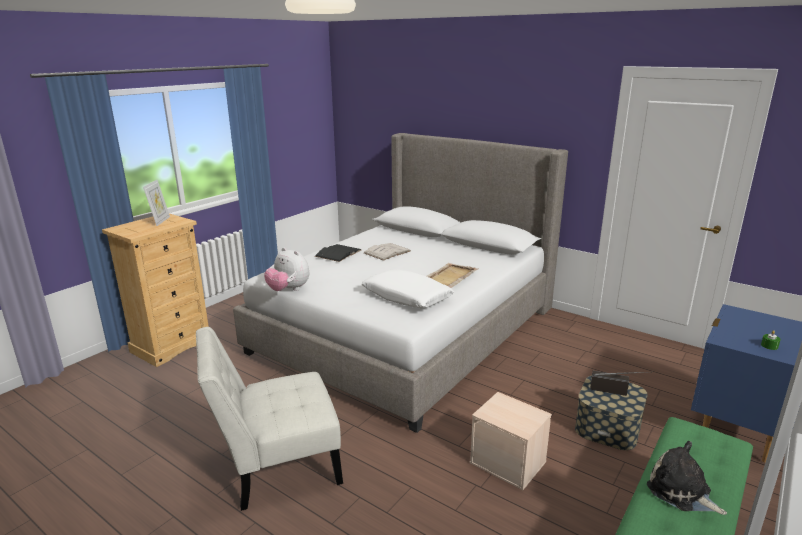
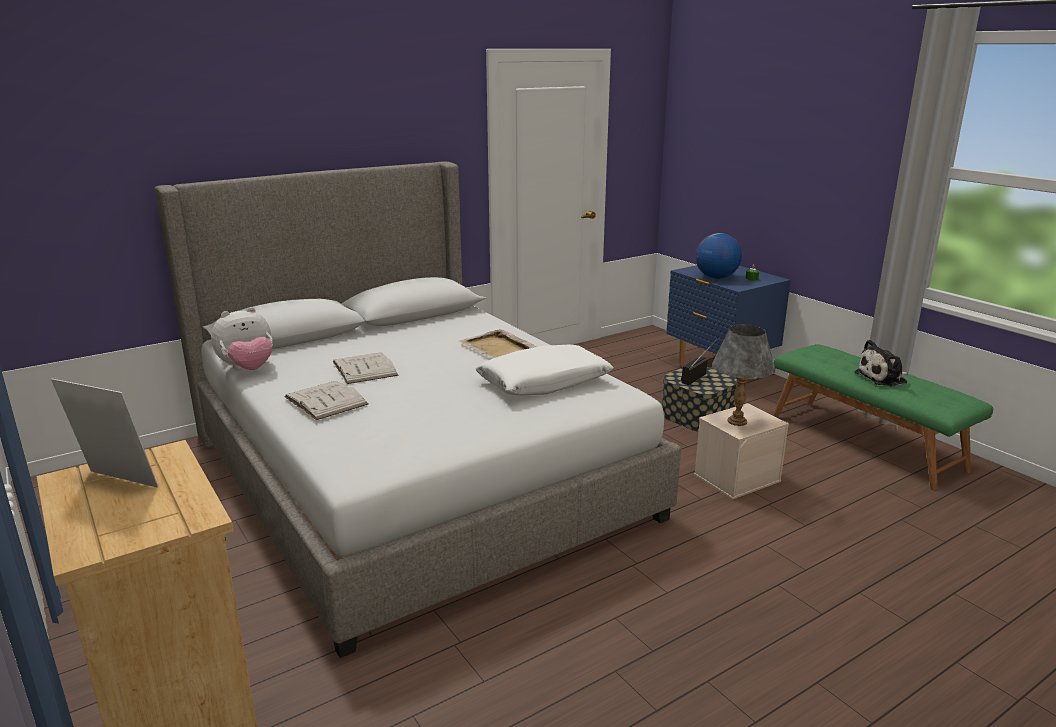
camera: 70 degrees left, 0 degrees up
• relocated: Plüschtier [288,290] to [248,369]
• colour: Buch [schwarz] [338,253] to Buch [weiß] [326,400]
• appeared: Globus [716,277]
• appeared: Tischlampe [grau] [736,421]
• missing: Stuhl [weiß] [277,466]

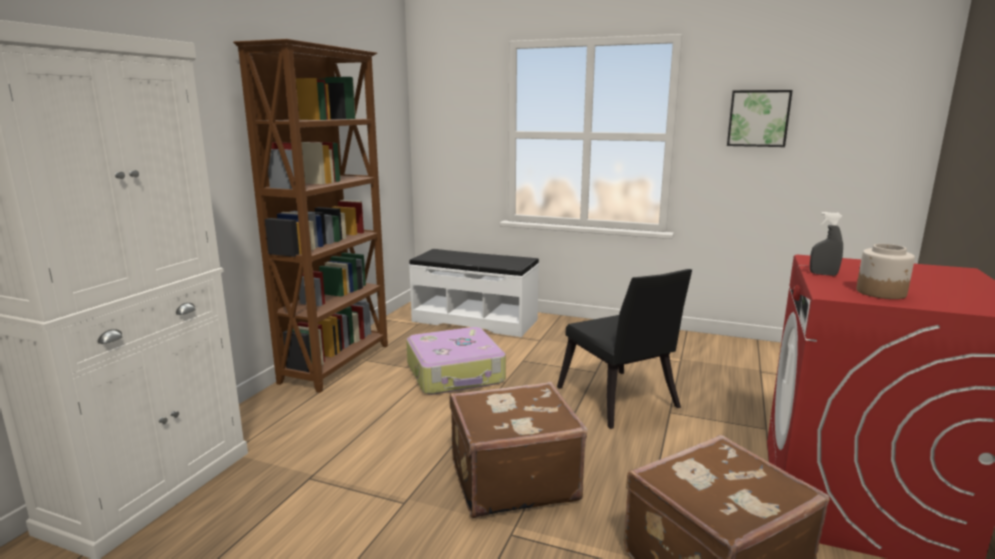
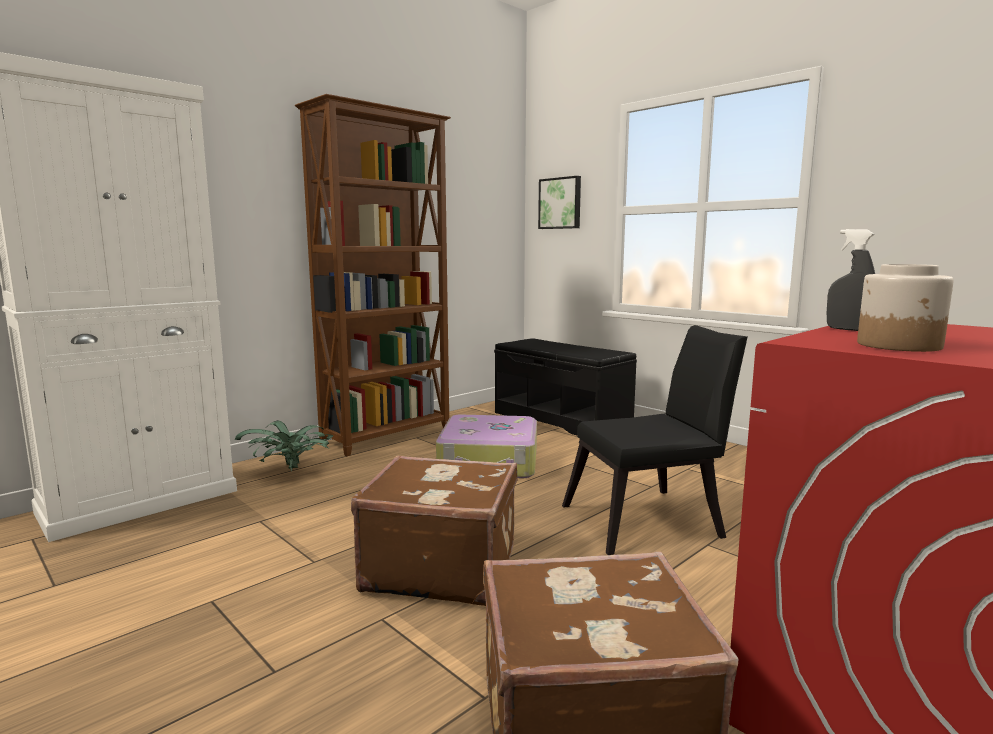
camera: 25 degrees right, 5 degrees down
• appeared: Topfpflanze [292,471]
• colour: Bank [weiß] [475,320] to Bank [schwarz] [561,420]
• relocated: Bild [758,118] to [560,203]
• spun: Stuhl [schwarz] [619,402] = [650,521] 105 degrees counterclockwise

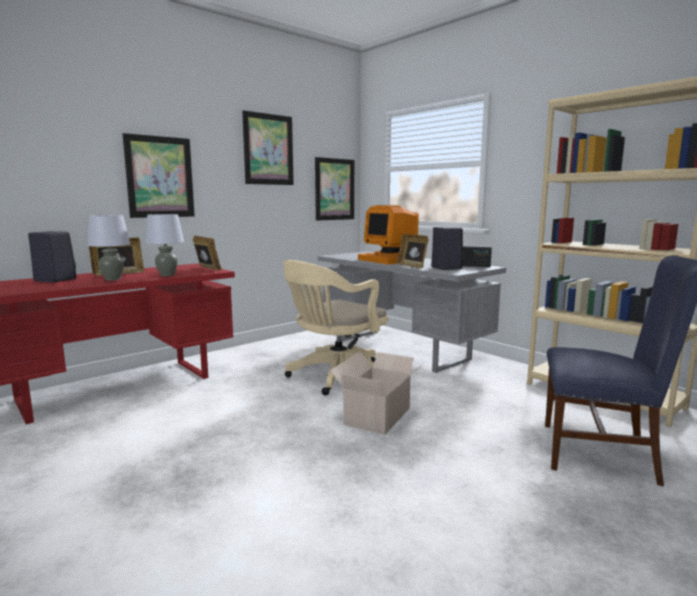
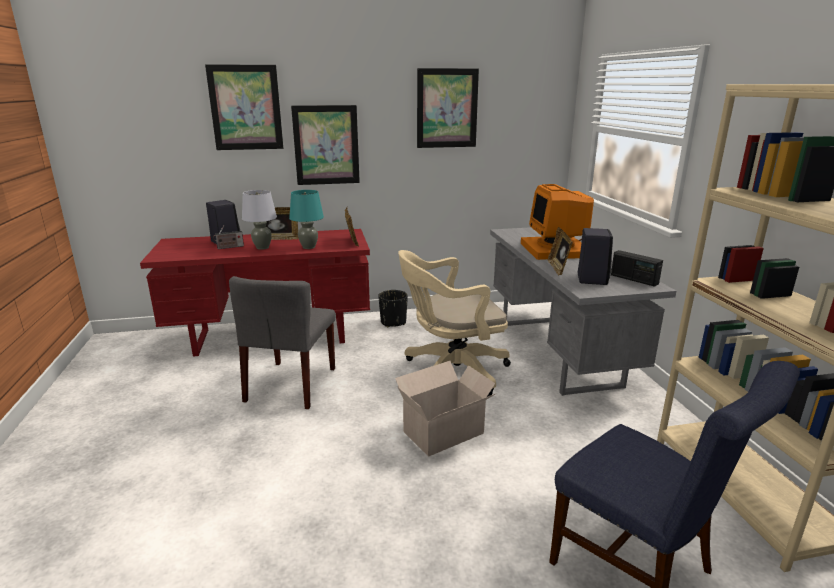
camera: 30 degrees right, 10 degrees up
• relocated: Bild [334,189] to [245,108]
• appeared: Radio [229,247]
• appeared: Stuhl [grau] [291,385]
• colour: Tischlampe [grau] [167,275] to Tischlampe [türkis] [309,247]
• appeared: Pflanzkübel [schwarz] [393,322]

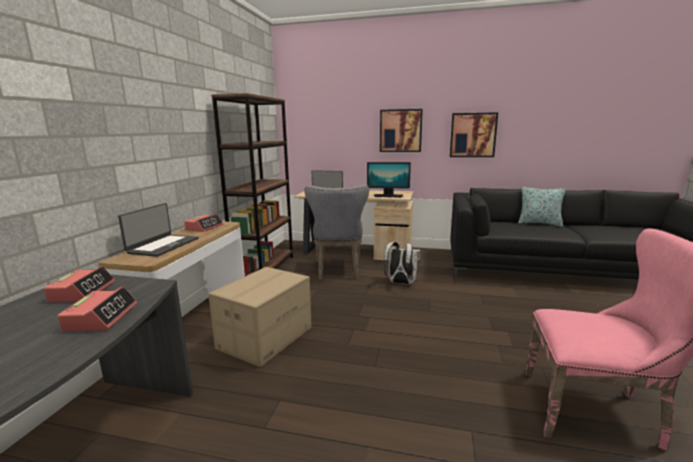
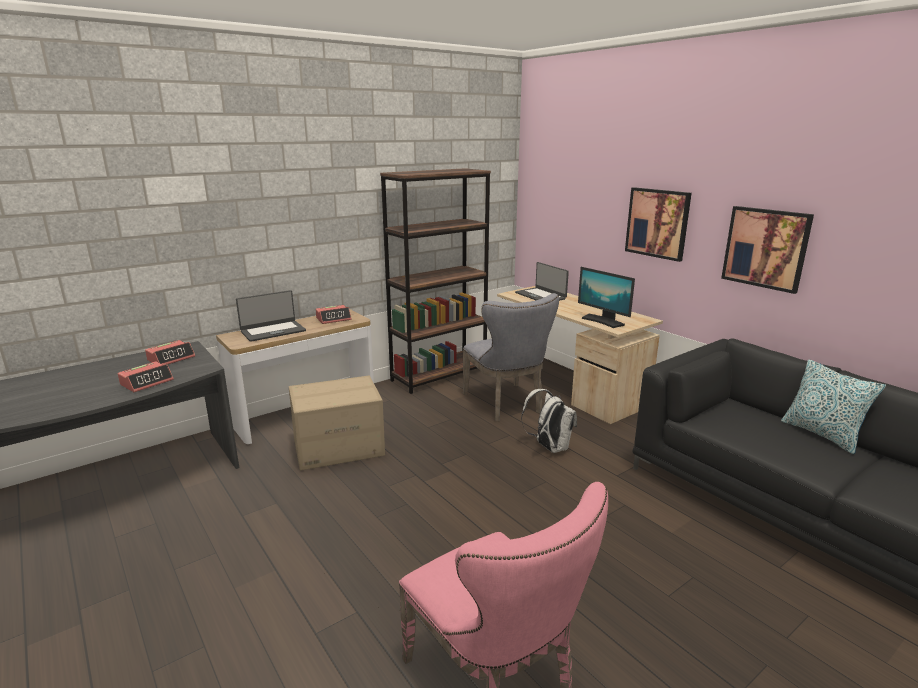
camera: 40 degrees right, 5 degrees up
• spun: Stuhl [grau] [338,270] = [506,404] 60 degrees counterclockwise

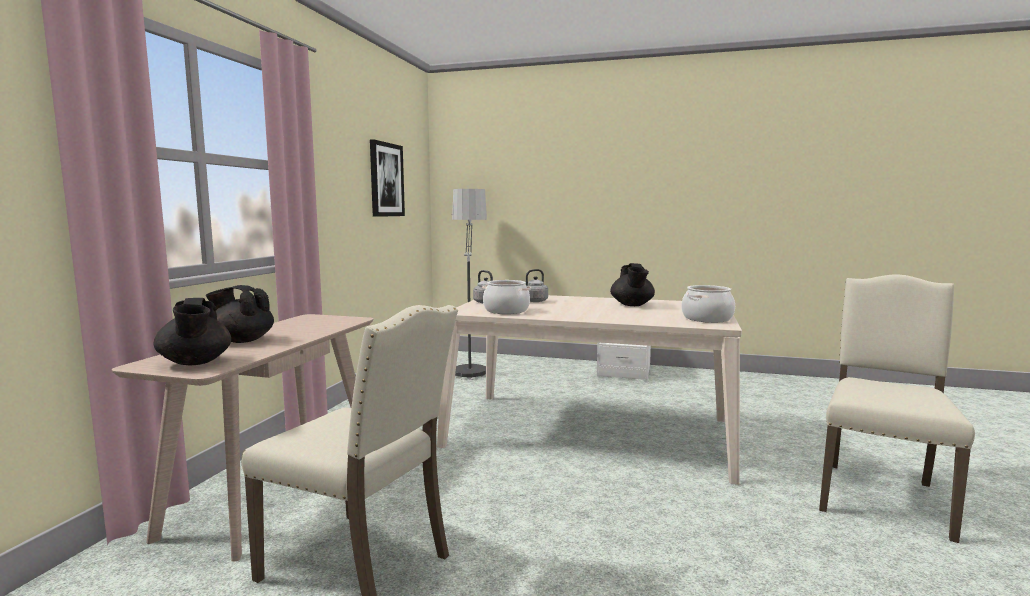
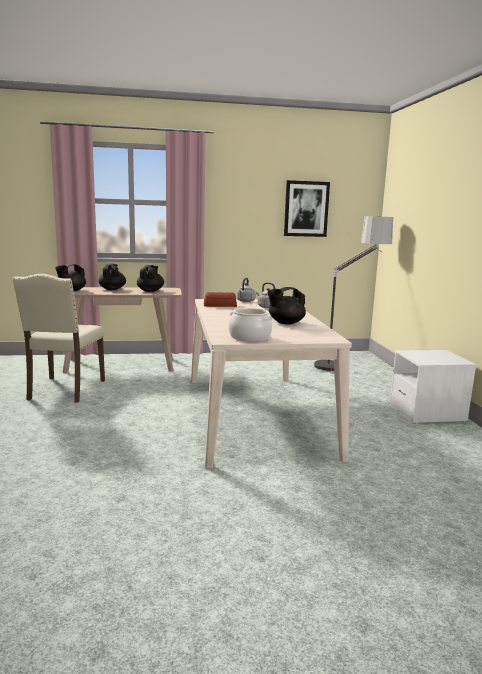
camera: 65 degrees right, 5 degrees up
• appeared: Teekanne [schwarz] [150,291]
• exchanged: Kochtopf [506,311] to Brot [219,305]
• missing: Stuhl [beige] [881,496]

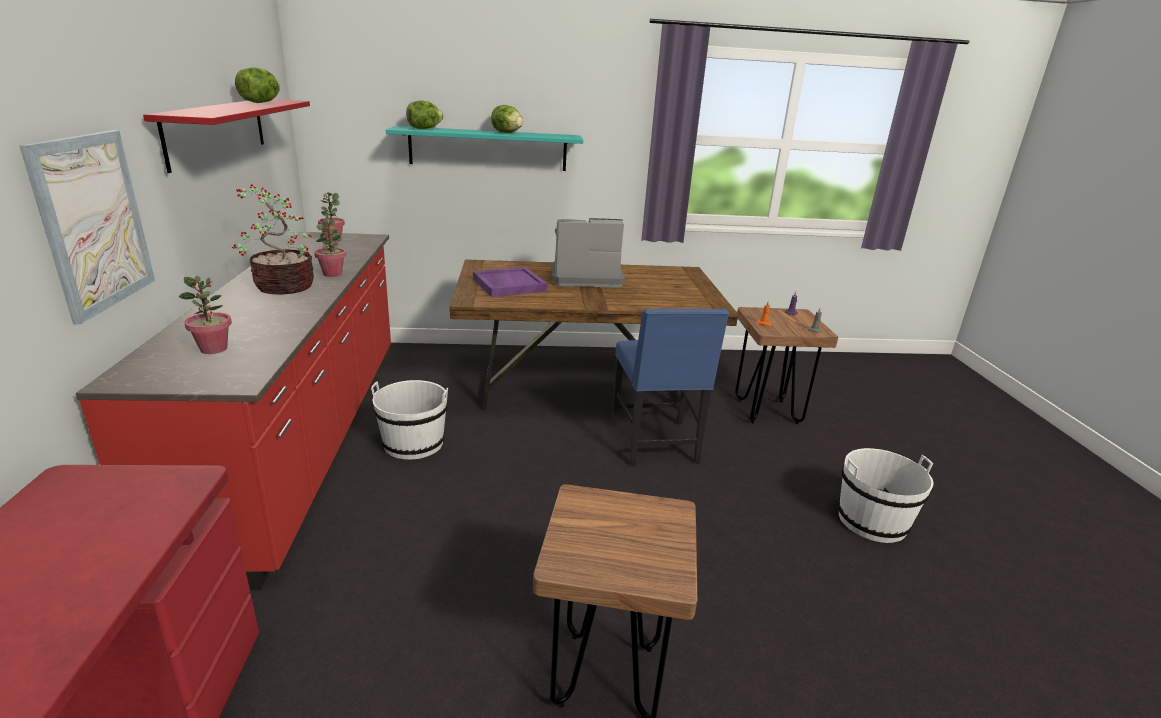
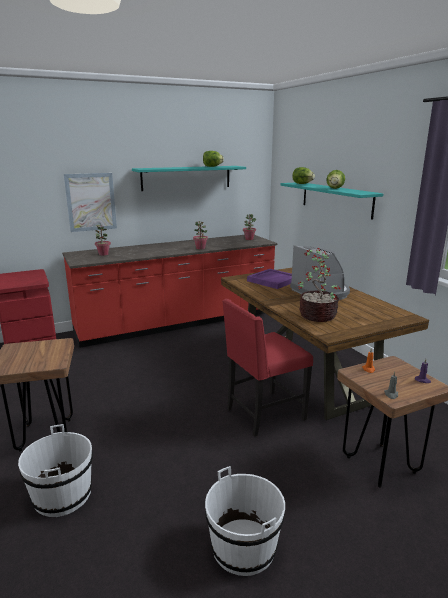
camera: 70 degrees right, 5 degrees down
• relocated: Eimer [weiß] [413,443] to [62,495]
• colour: Wandregal [rot] [217,131] to Wandregal [türkis] [186,178]
• colour: Stuhl [blau] [656,444] to Stuhl [rot] [263,414]
• relocated: Topfpflanze [282,286] to [316,315]

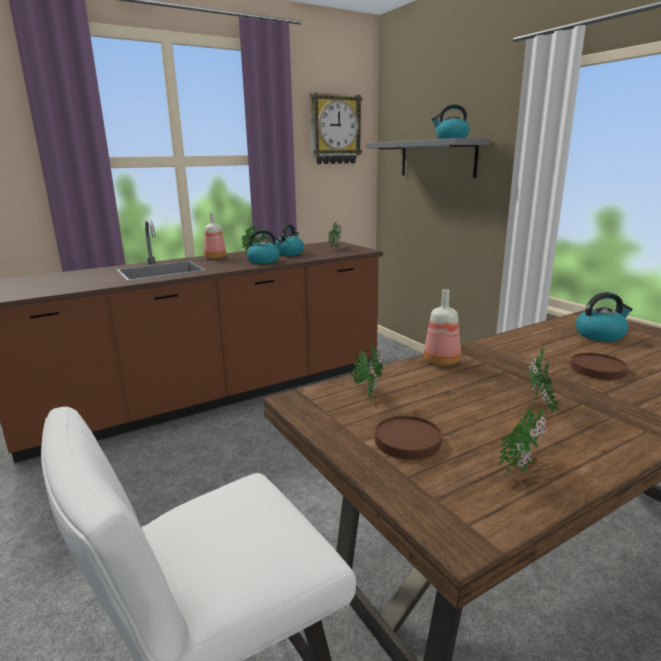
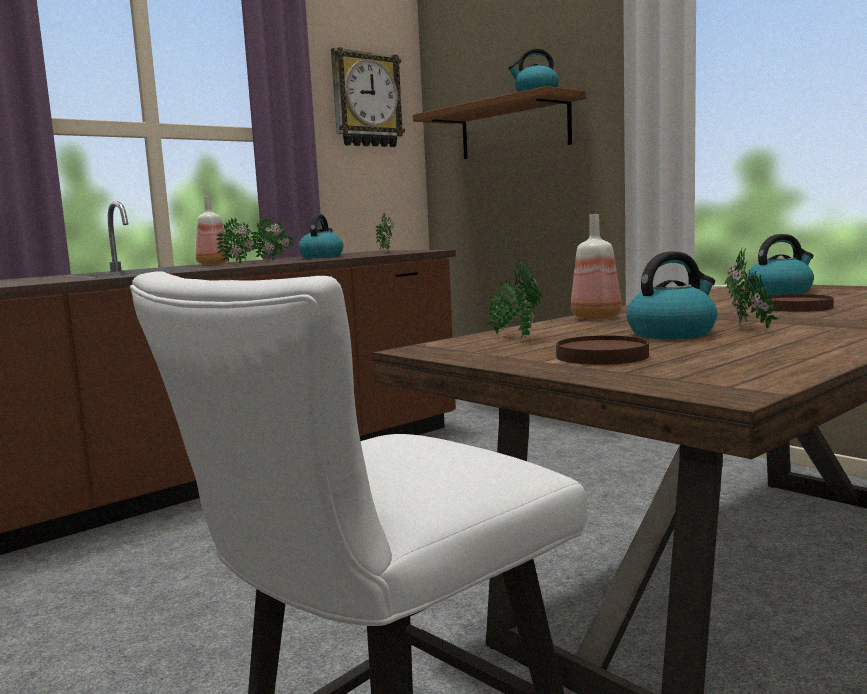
camera: 10 degrees left, 10 degrees down
• relocated: Topfpflanze [522,467] to [241,263]
• colour: Wandregal [grau] [437,158] to Wandregal [braun] [514,128]
• relocated: Wasserkessel [264,261] to [672,333]

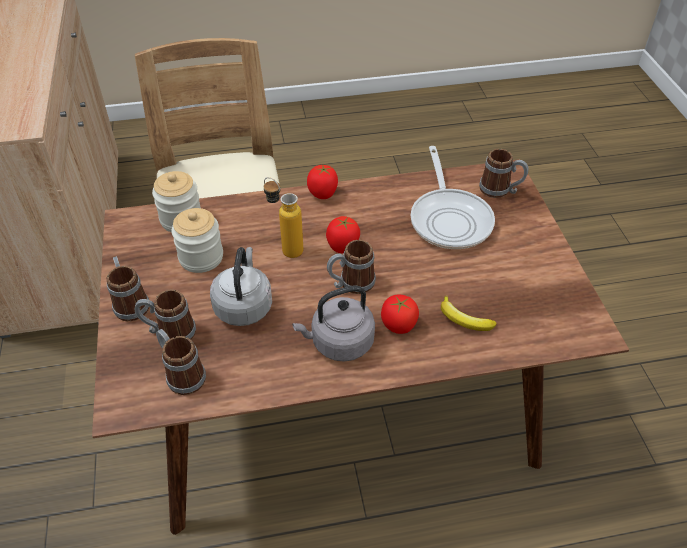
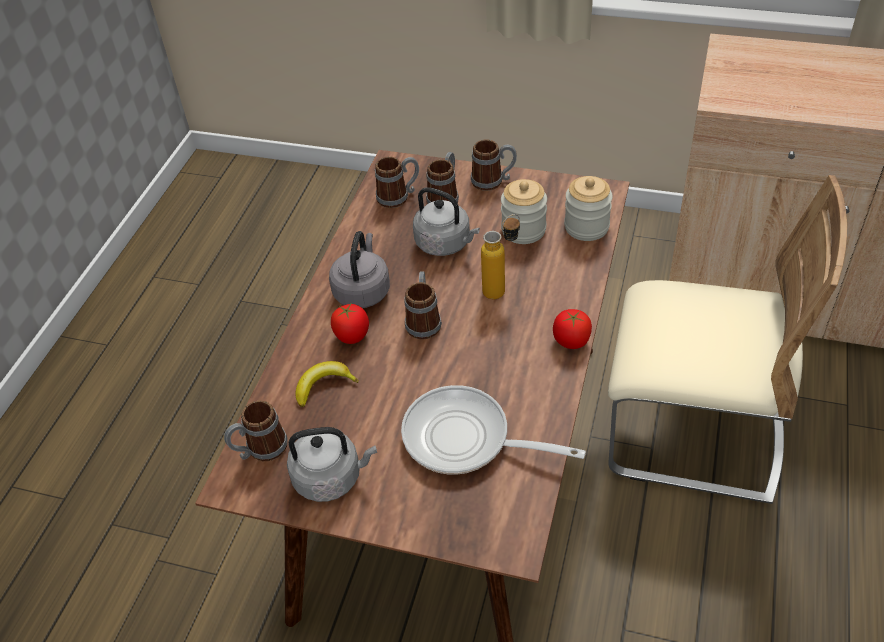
camera: 120 degrees right, 0 degrees up
• relocated: Henkelbecher [500,190] to [260,450]
• appeared: Wasserkessel [grau] [331,477]
• missing: Tomate [342,246]

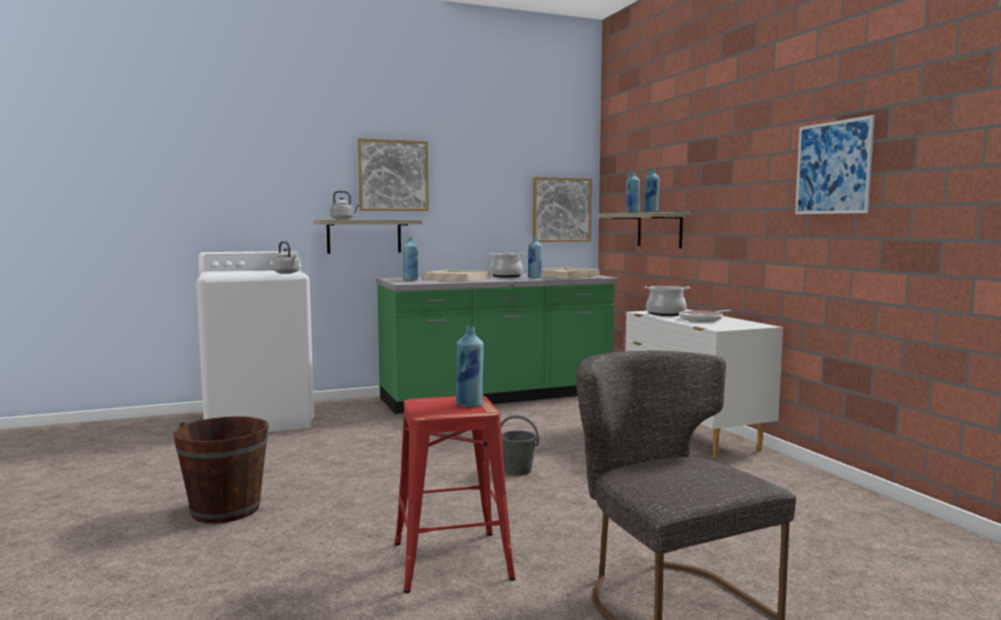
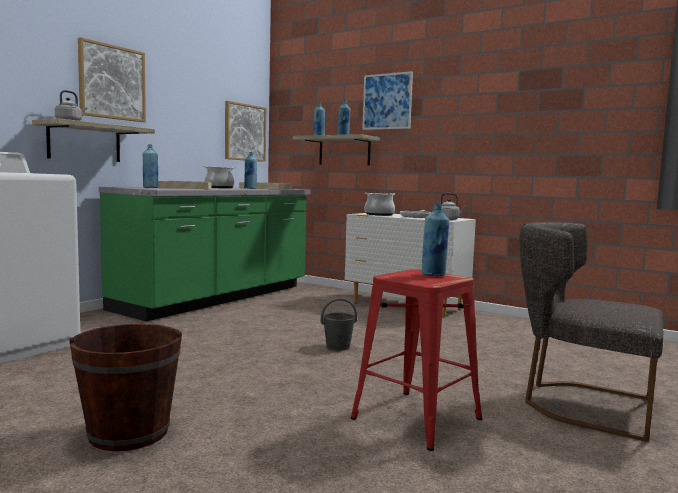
camera: 35 degrees left, 0 degrees up
• relocated: Bild [833,168] to [387,101]
• relocated: Wasserkessel [grau] [287,273] to [449,220]

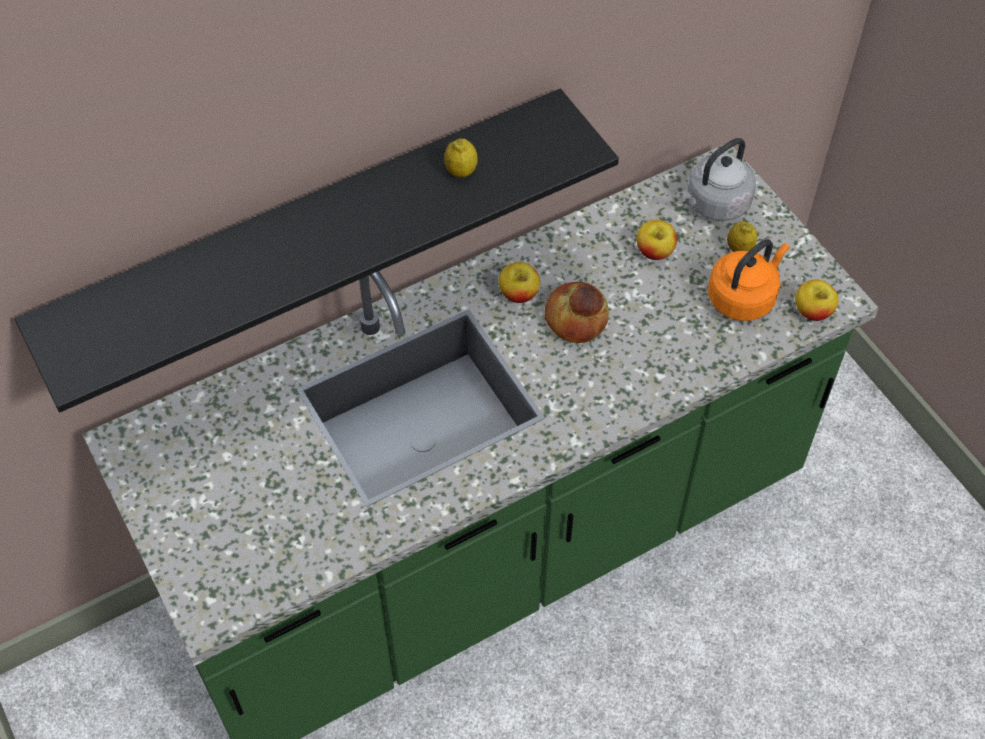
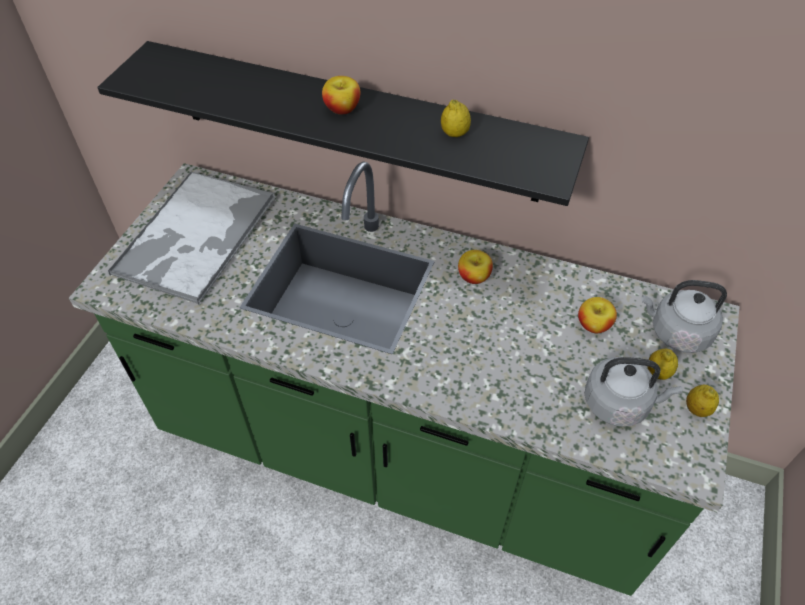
camera: 50 degrees right, 5 degrees down
• appeared: Tablett [195,237]
• relocated: Apfel [812,311] to [342,109]
• colour: Wasserkessel [orange] [743,297] to Wasserkessel [grau] [619,403]
• appeared: Zitrone [696,409]
• missing: Brot [575,318]

